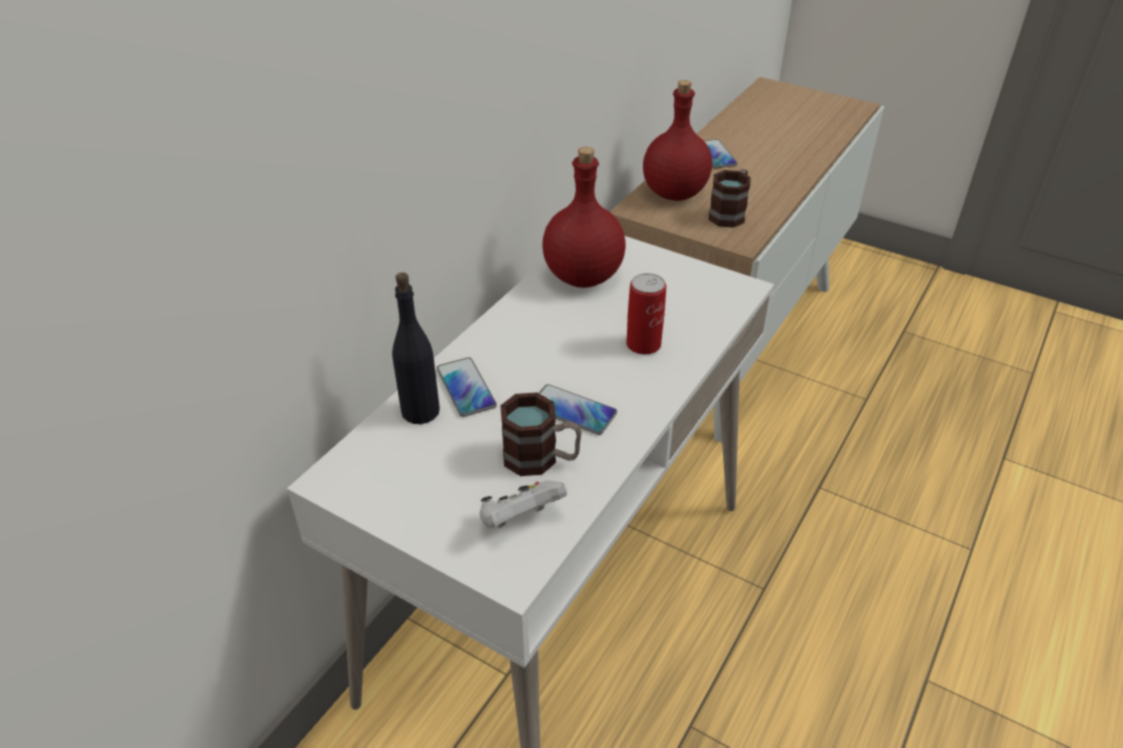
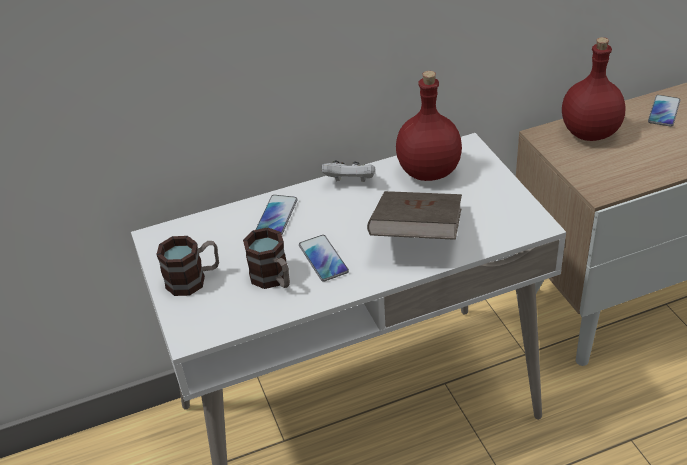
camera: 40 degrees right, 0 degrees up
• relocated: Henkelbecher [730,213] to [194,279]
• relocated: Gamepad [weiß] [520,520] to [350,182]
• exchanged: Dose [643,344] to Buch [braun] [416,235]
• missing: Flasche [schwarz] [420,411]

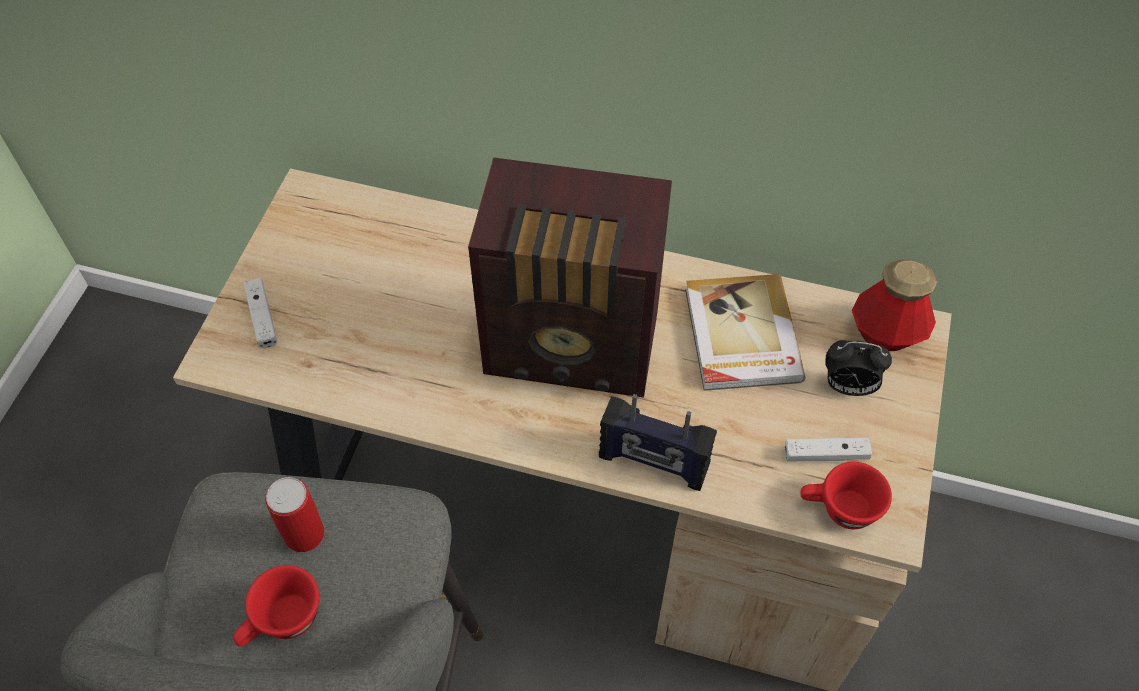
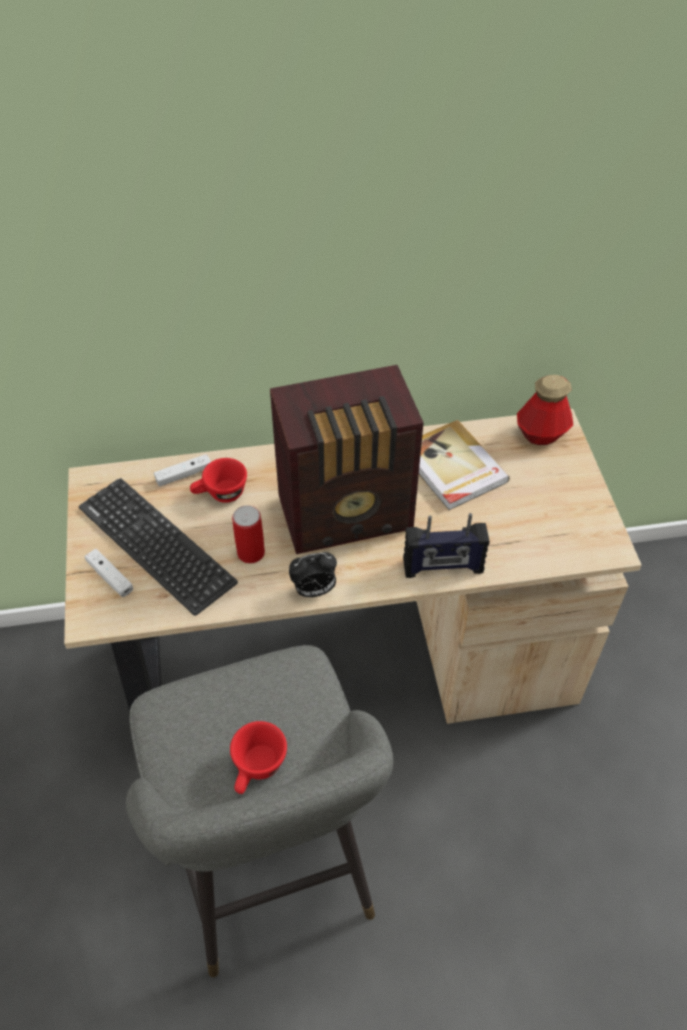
camera: 25 degrees left, 5 degrees down
• appeared: Tastatur [156,545]
• relocated: Gamepad [weiß] [825,455] to [184,475]
• relocated: Tasse [rot] [839,509] to [220,494]
• relocated: Dose [304,534] to [251,553]
• relocated: Wecker [848,386] to [314,590]

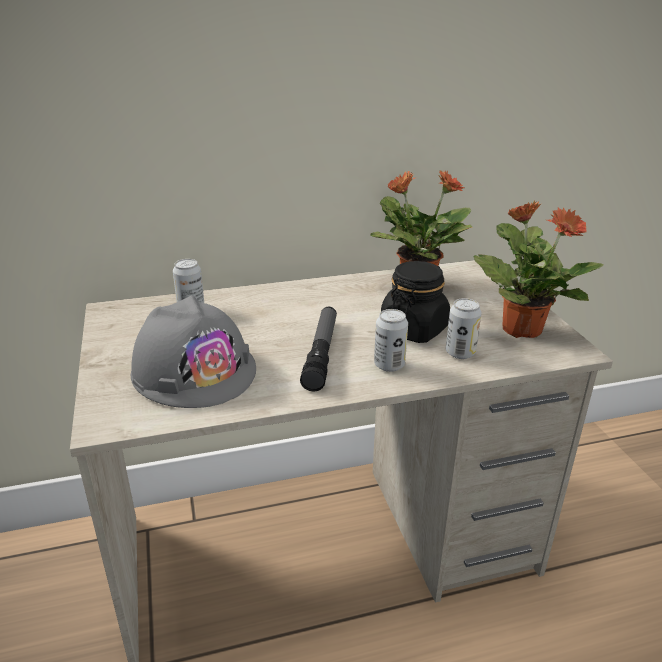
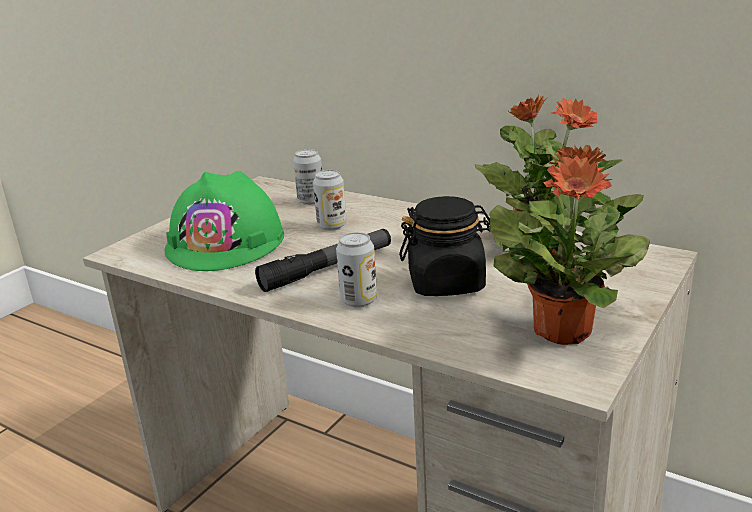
camera: 50 degrees right, 5 degrees down
• colour: Schutzhelm [grau] [194,370] to Schutzhelm [grün] [226,242]
• relocated: Dose [460,353] to [332,226]

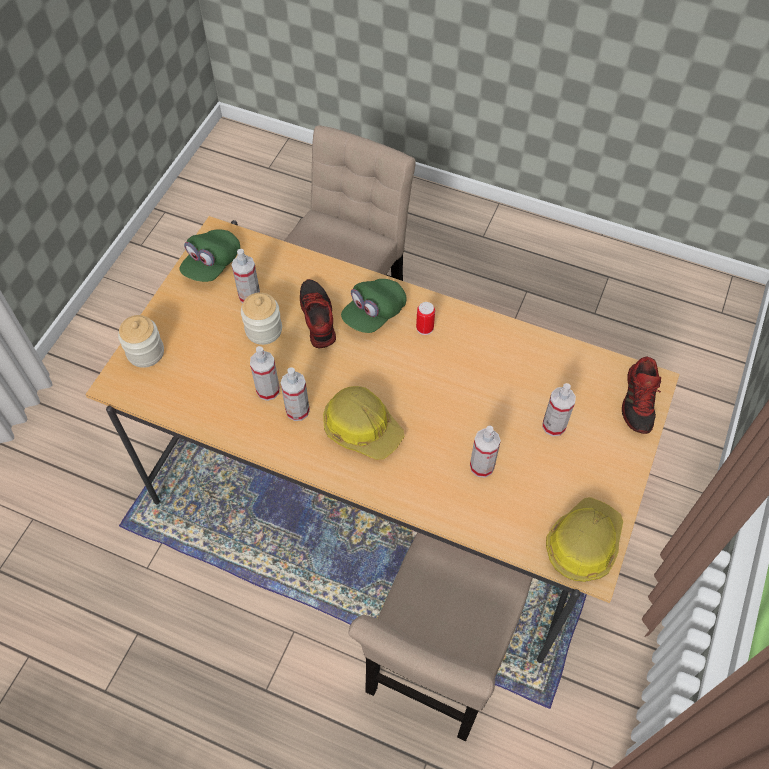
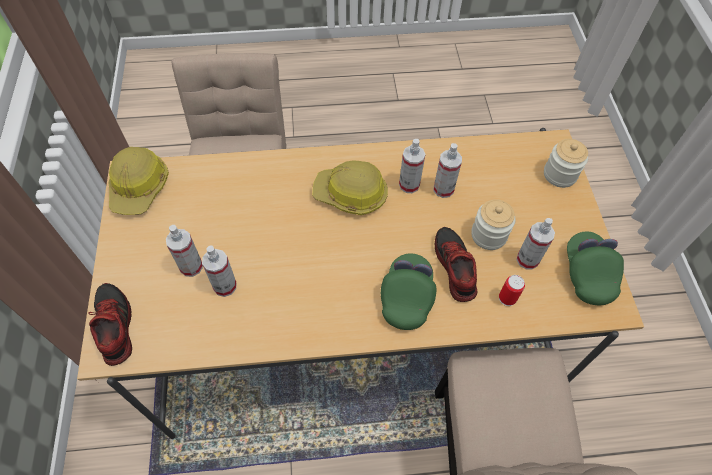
camera: 150 degrees right, 0 degrees up
• relocated: Sprühflasche [482,466] to [225,286]
• spun: Schuh [317,318] = [453,267] 150 degrees counterclockwise
• relocated: Dose [424,328] to [507,298]

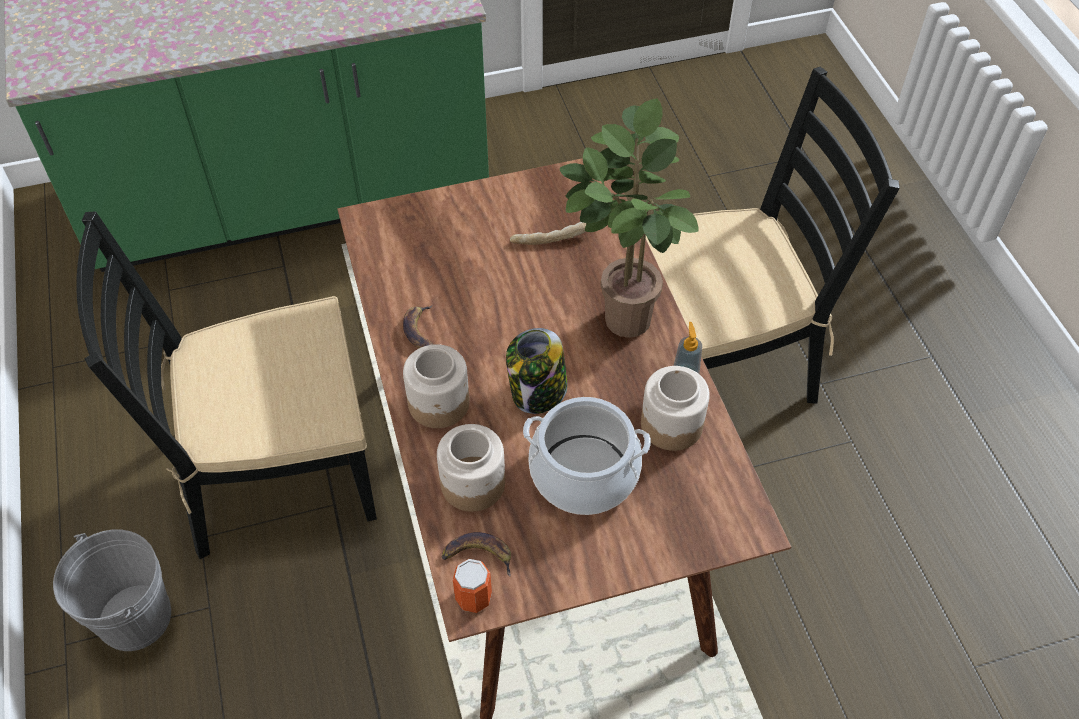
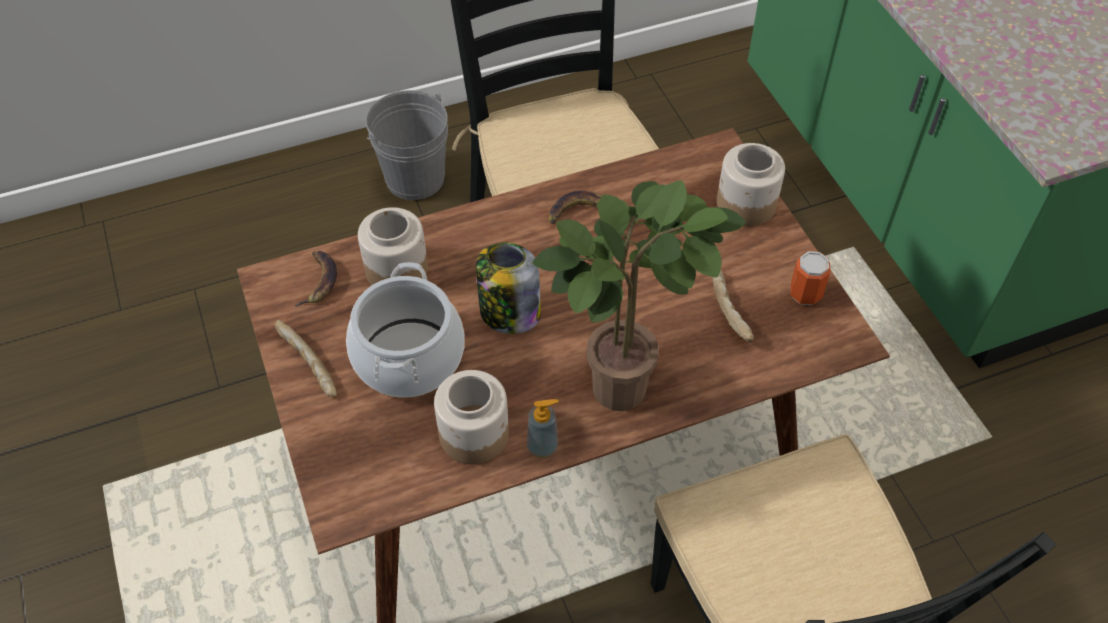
camera: 85 degrees right, 0 degrees up
• appeared: Brot [306,365]
• relocated: Vorratsglas [439,403] to [745,204]
• relocated: Dose [473,597] to [805,294]

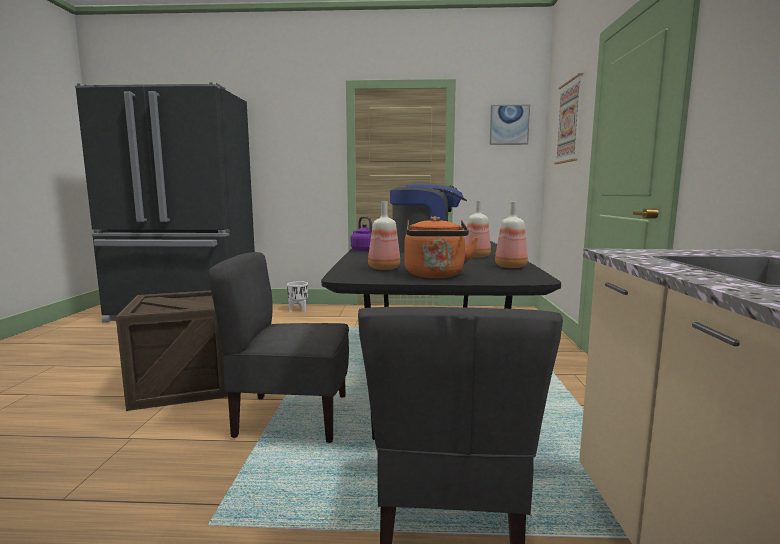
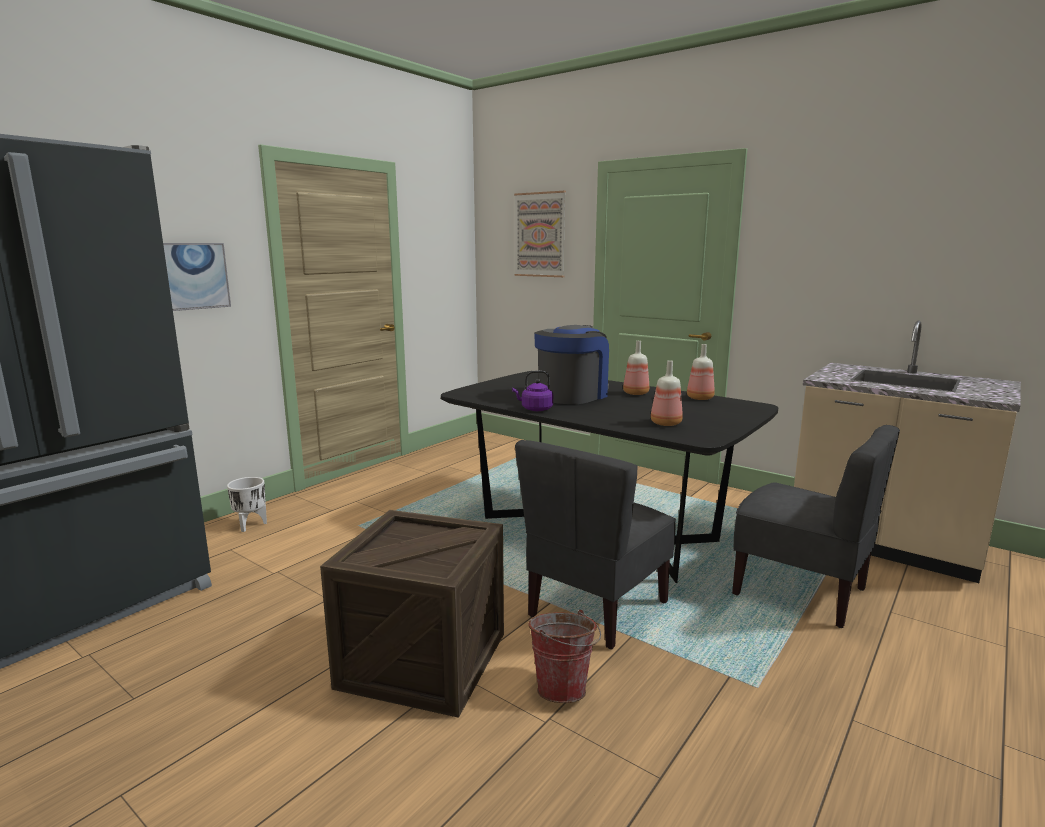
camera: 55 degrees left, 5 degrees up
• relocated: Bild [509,125] to [193,276]
• appeared: Eimer [563,687]
• missing: Wasserkessel [orange] [435,275]

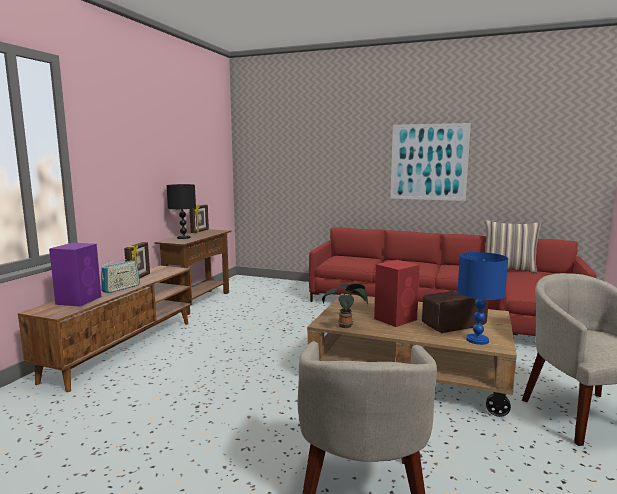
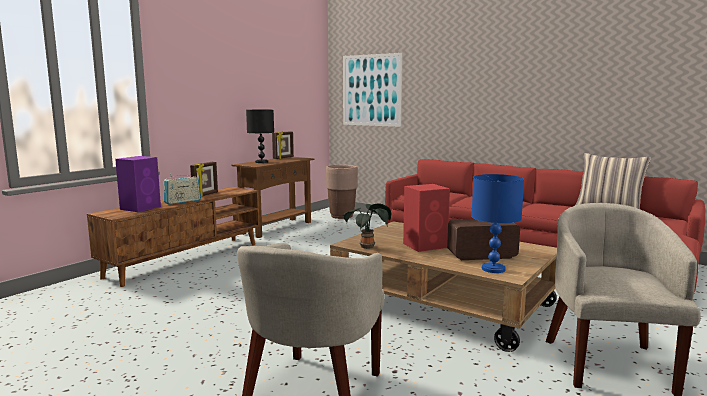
camera: 15 degrees right, 0 degrees up
• appeared: Pflanzkübel [braun] [341,216]
• relocated: Bild [428,162] to [371,90]

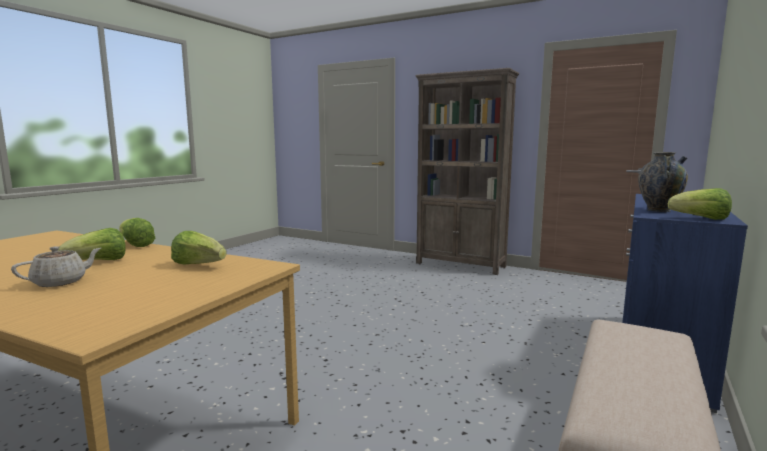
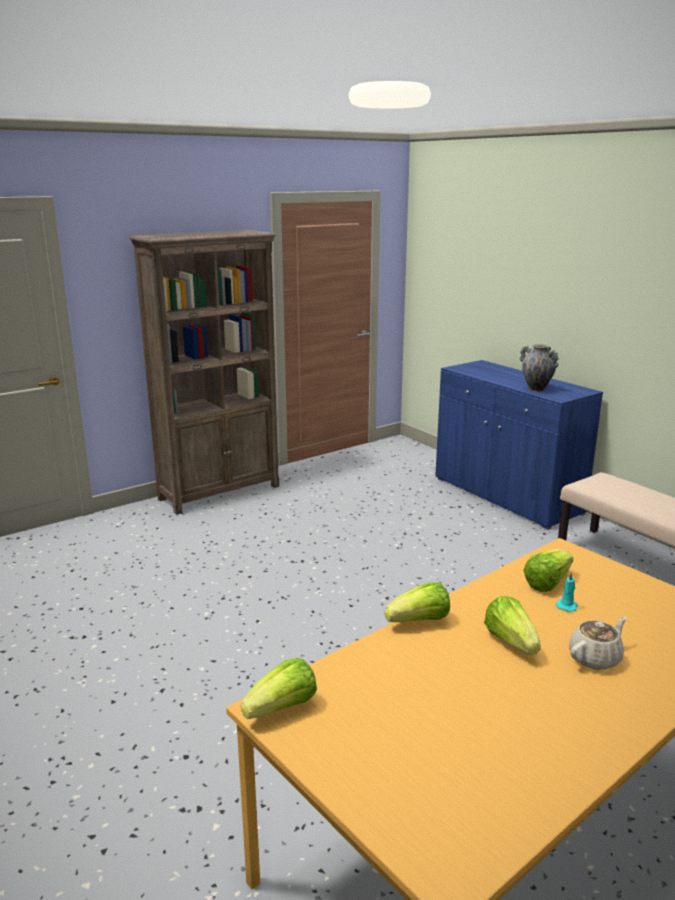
camera: 65 degrees left, 10 degrees up
• relocated: Salatkopf [701,219] to [283,708]
• appeared: Kerze [türkis] [567,606]
• spun: Teekanne [beige] [61,282] = [595,658] 75 degrees clockwise

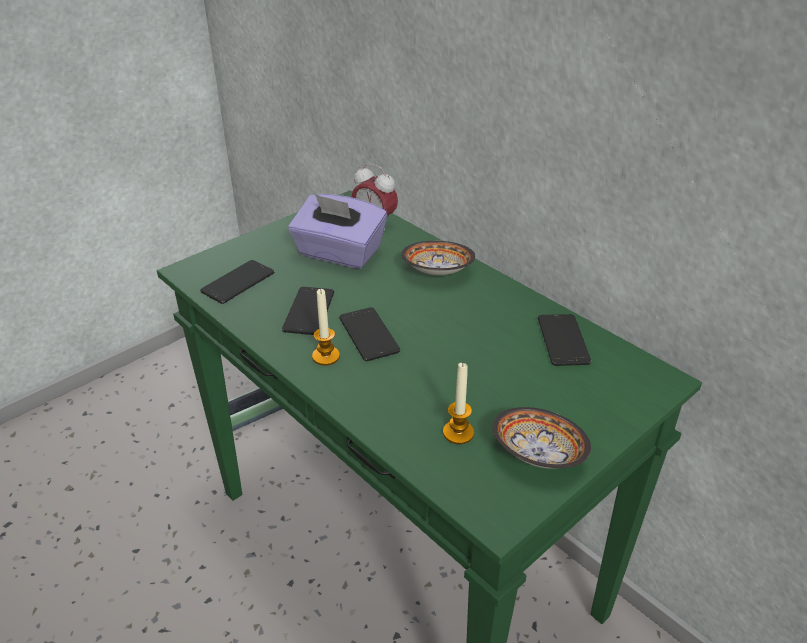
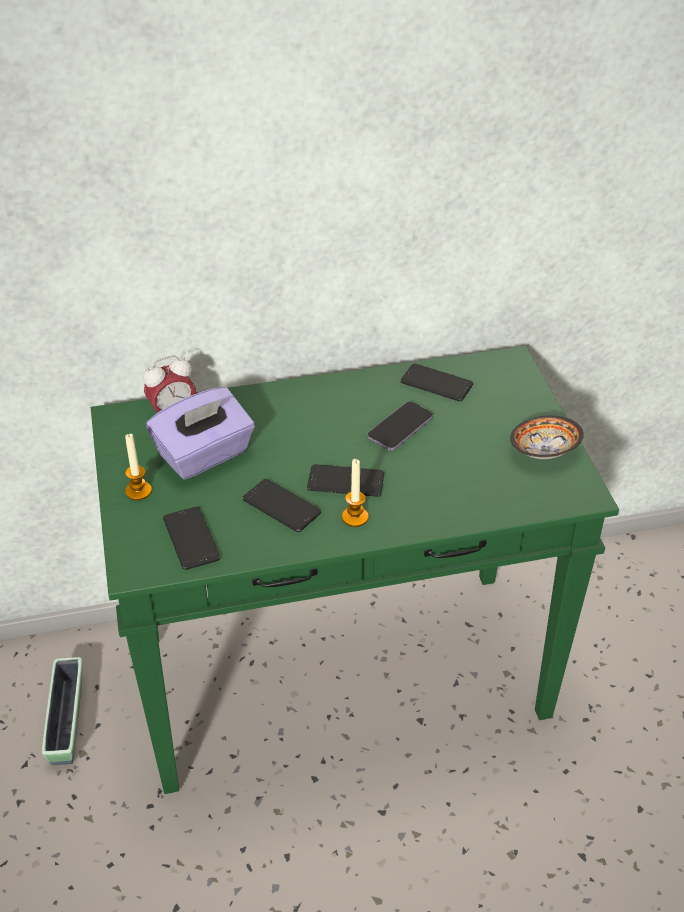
camera: 60 degrees left, 5 degrees up
• relocated: Kerze [458,433] to [138,491]
• appeared: Handy [400,428]
• missing: Schüssel [437,272]

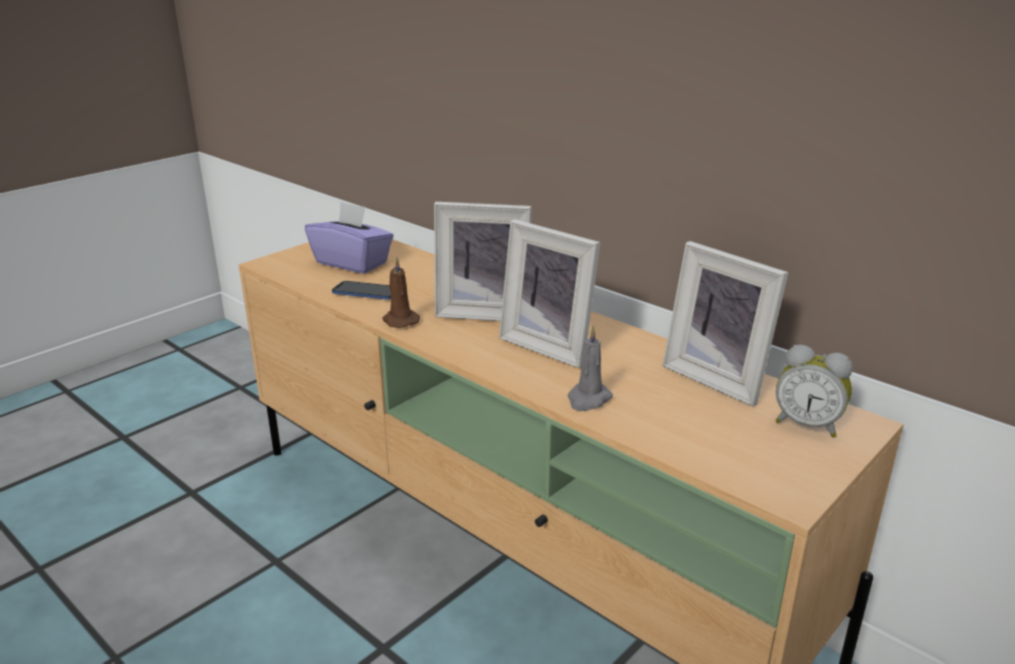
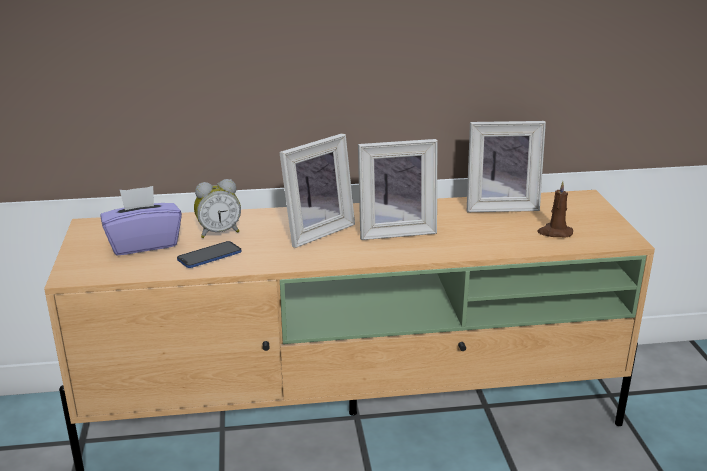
camera: 50 degrees left, 0 degrees up
• relocated: Wecker [807,424] to [218,232]
• relocated: Kerze [braun] [399,320] to [554,232]
• missing: Kerze [grau] [588,399]

